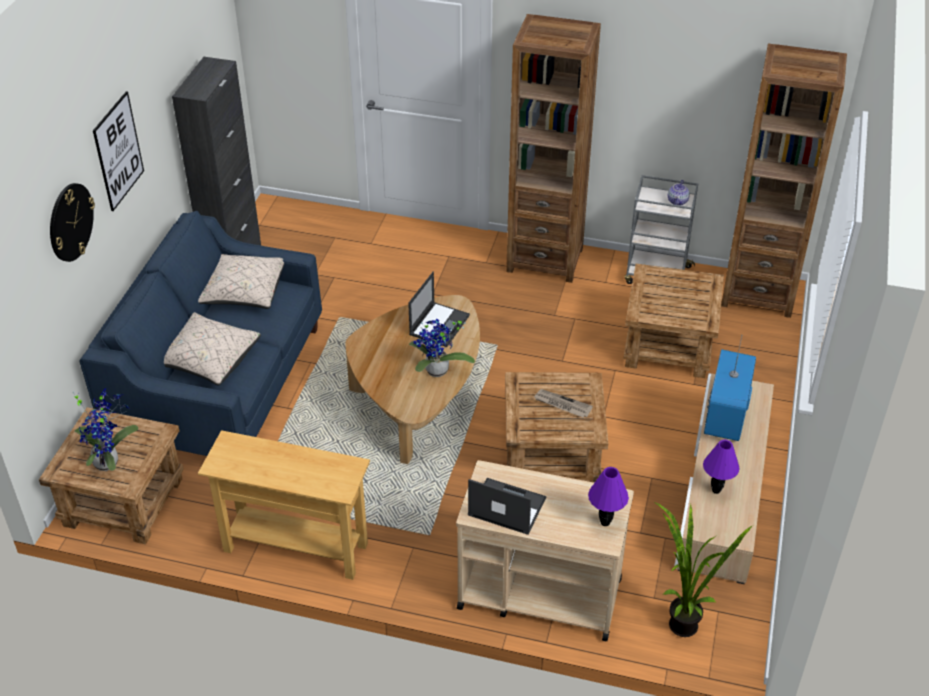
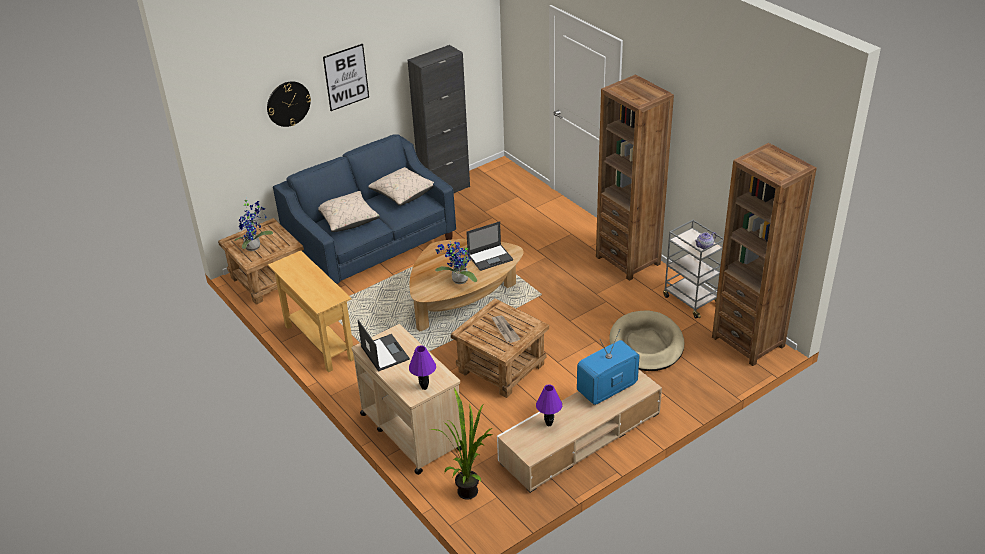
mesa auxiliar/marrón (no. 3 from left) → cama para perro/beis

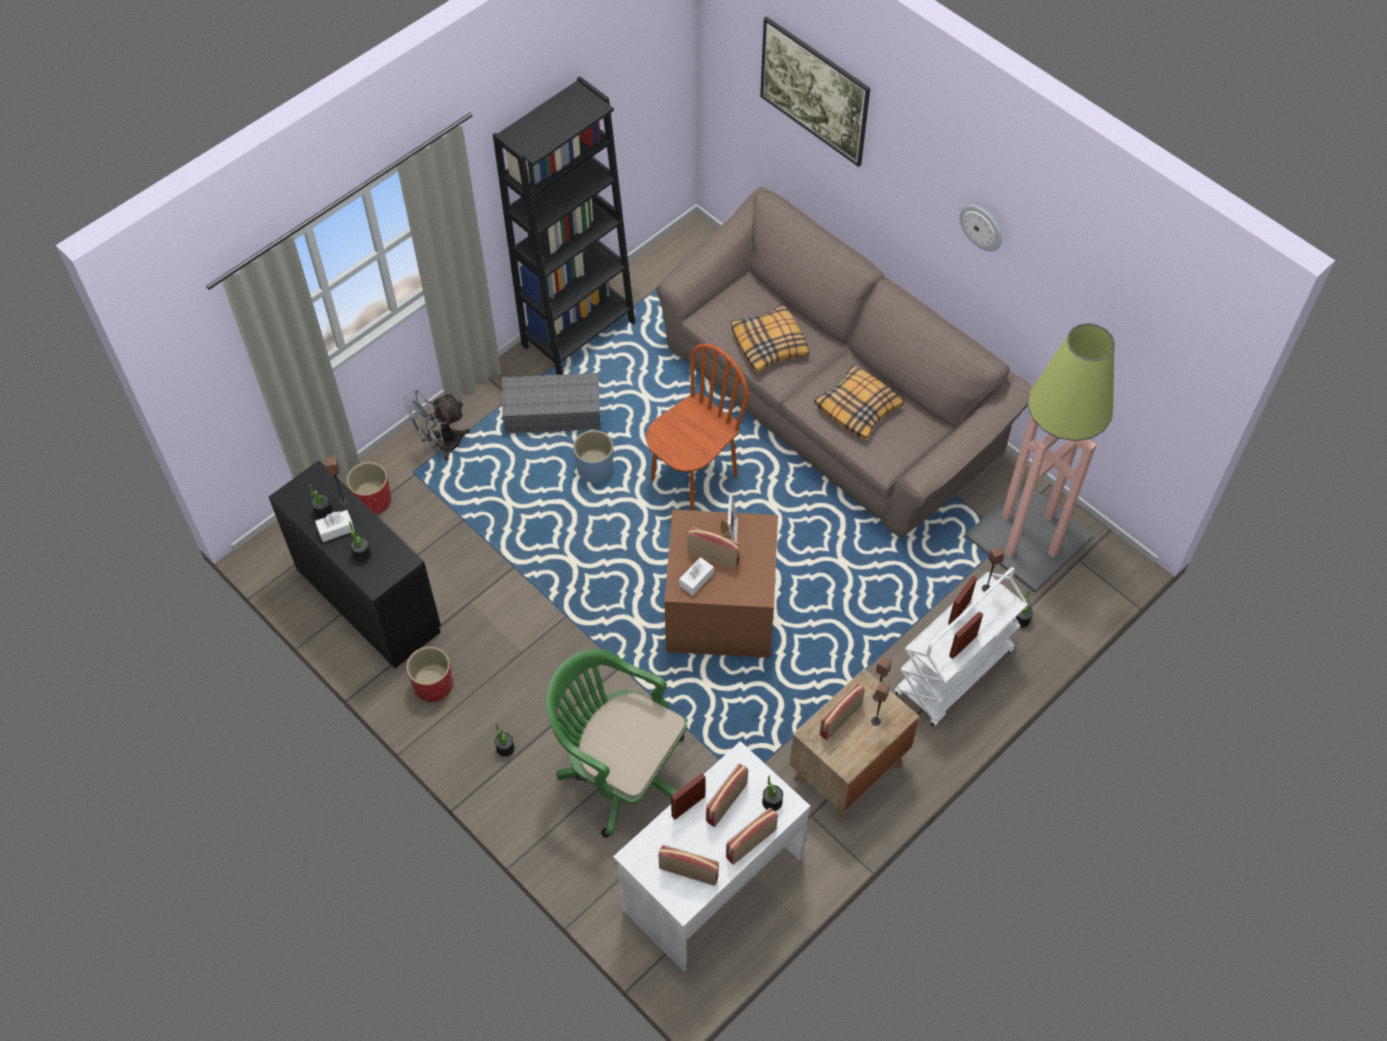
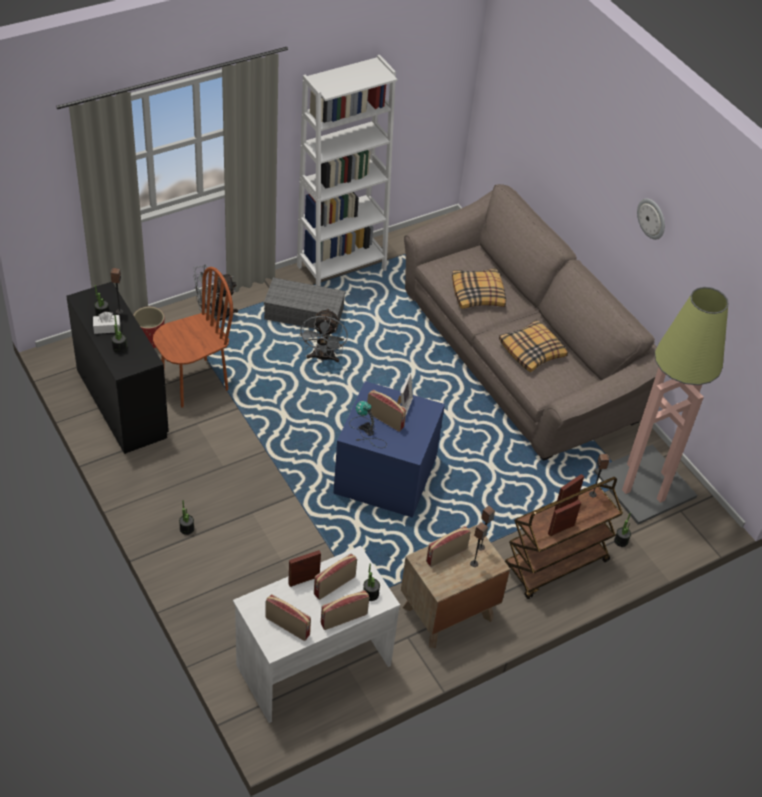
cuadro → -
estantería/negro → estantería/blanco
silla/marrón, shifted
maceta/azul → ventilador/gris (no. 2 from left)
caja de almacenaje/marrón → caja de almacenaje/azul
caja de pañuelos/blanco (no. 2 from left) → lámpara de mesa
carrito/blanco → carrito/marrón
maceta/rojo (no. 2 from left) → -
silla de oficina/verde → -

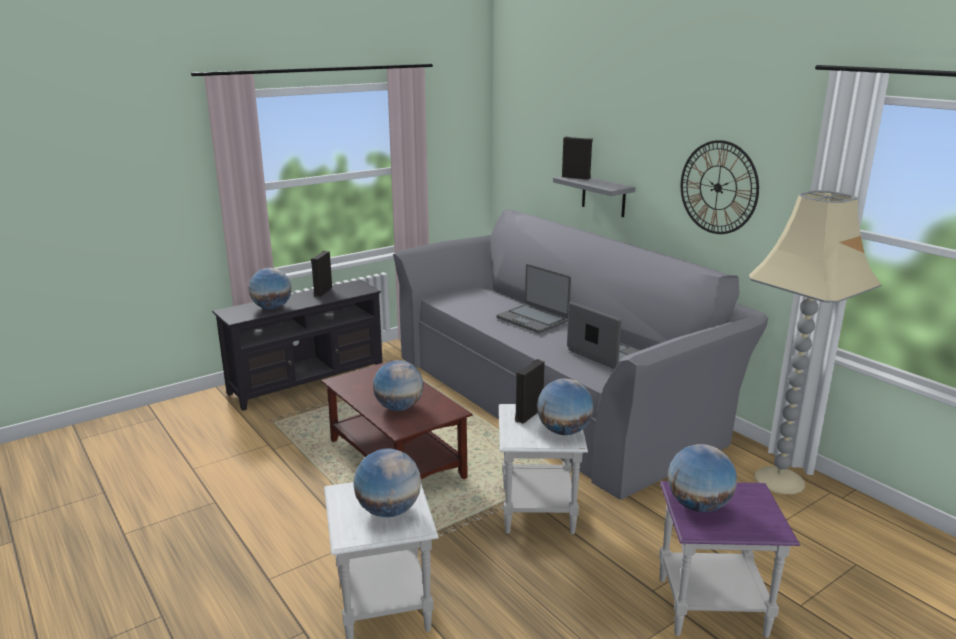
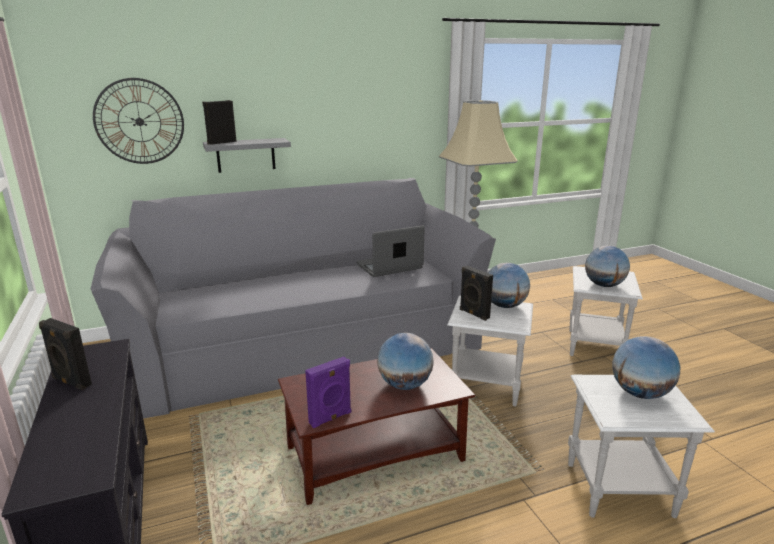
reloj de pared, shifted
portátil (no. 1 from left) → -
globo terráqueo (no. 1 from left) → -
mesa auxiliar/morado → mesa auxiliar/blanco (no. 2 from left)
- → altavoz/morado

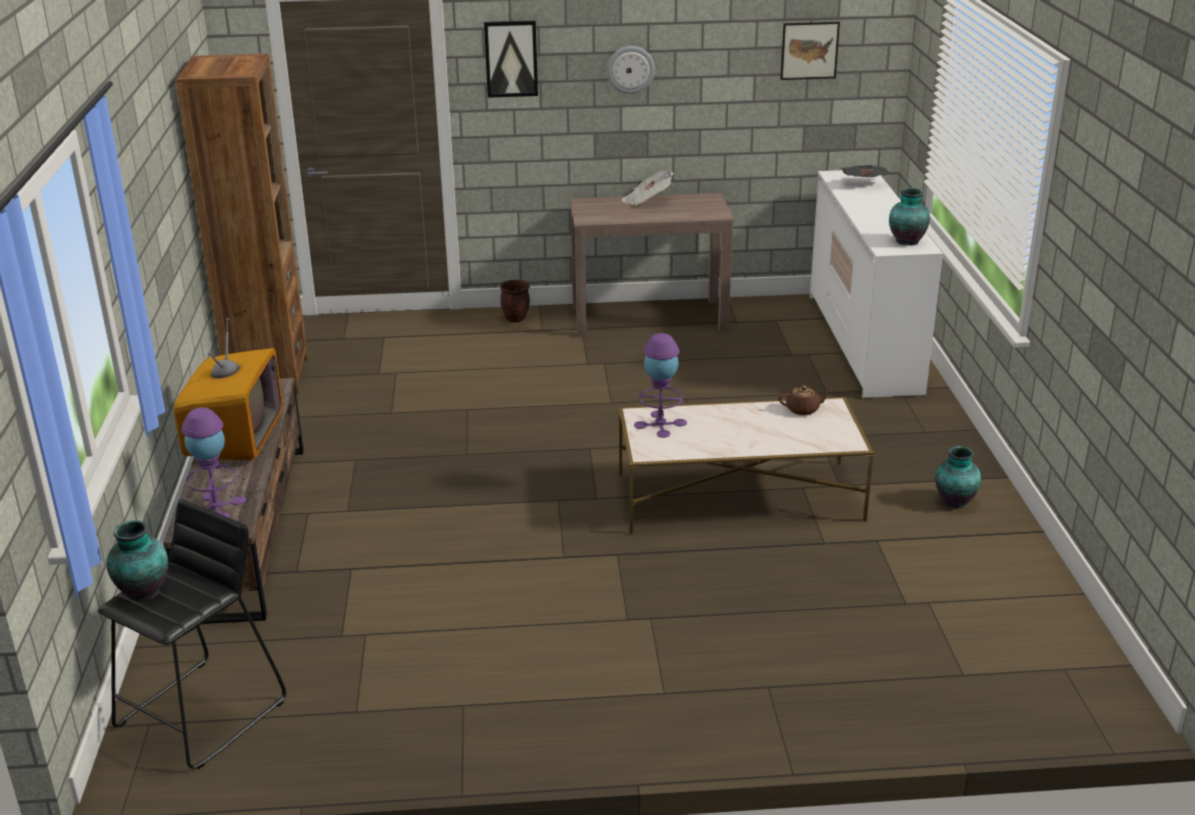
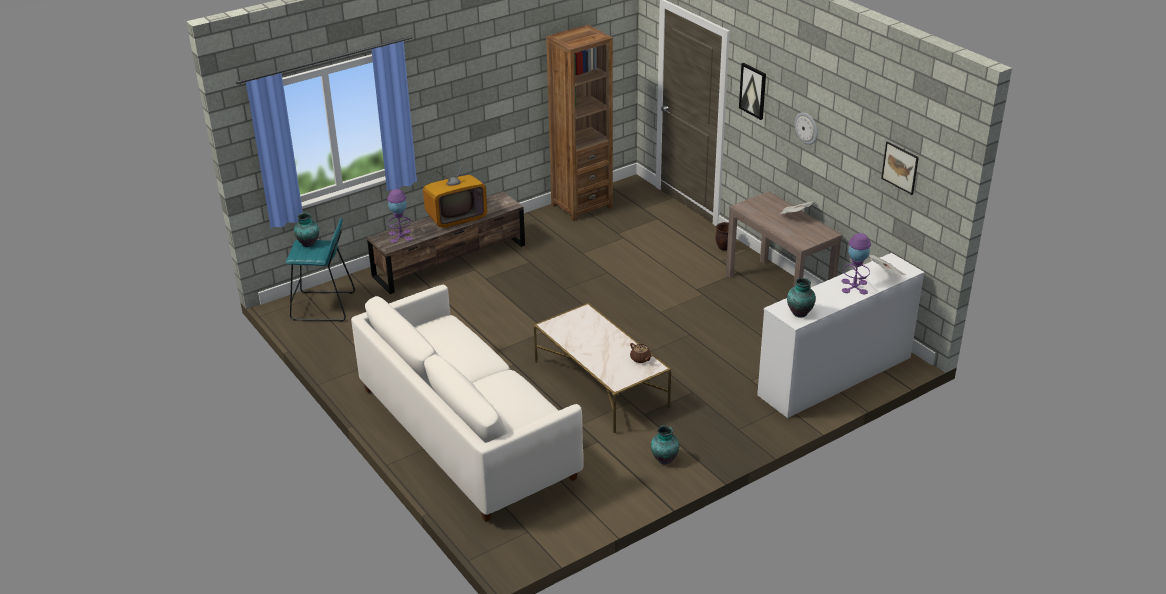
lámpara de mesa/morado (no. 2 from left), shifted
taburete/negro → taburete/turquesa
- → sofá/blanco

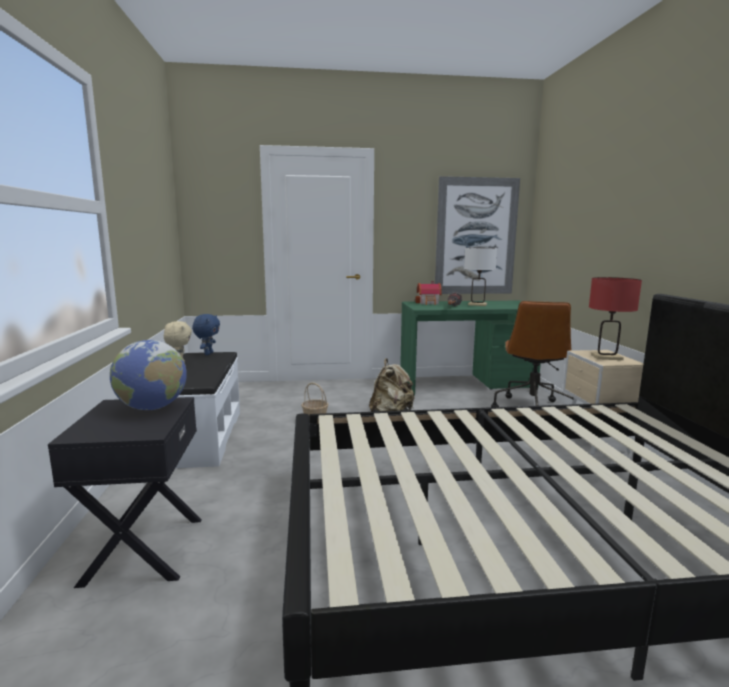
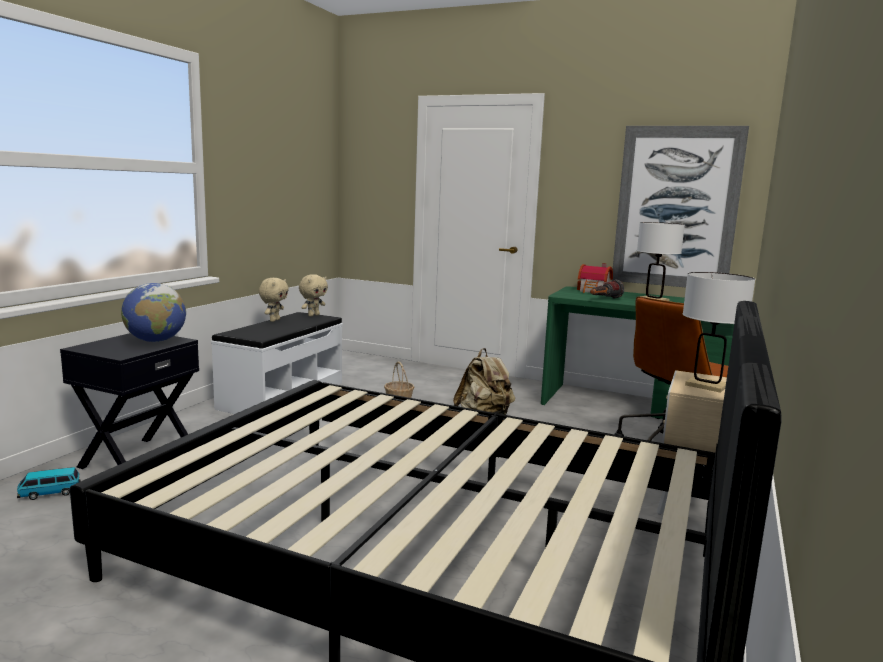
lámpara de mesa/rojo → lámpara de mesa/blanco (no. 2 from left)
peluche/azul → peluche/beis (no. 2 from left)
- → coche de juguete

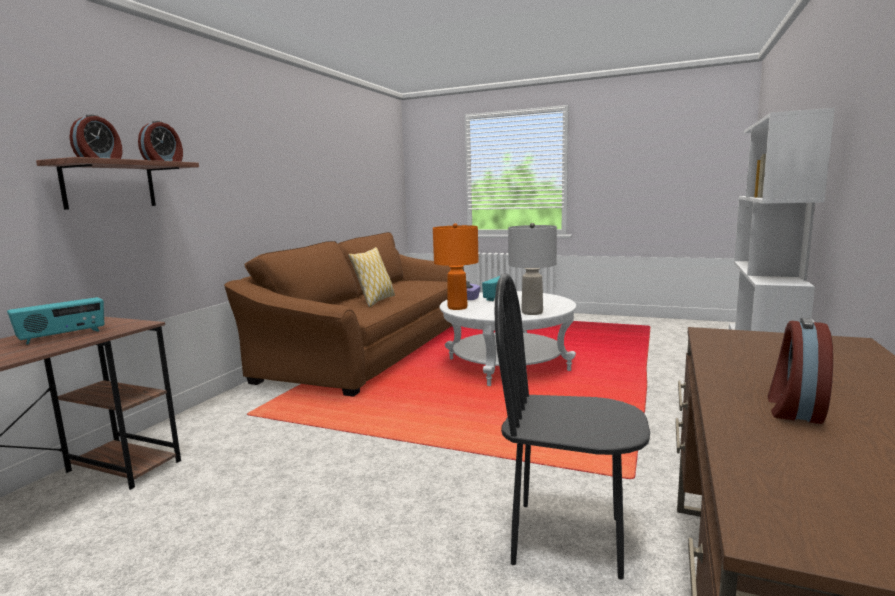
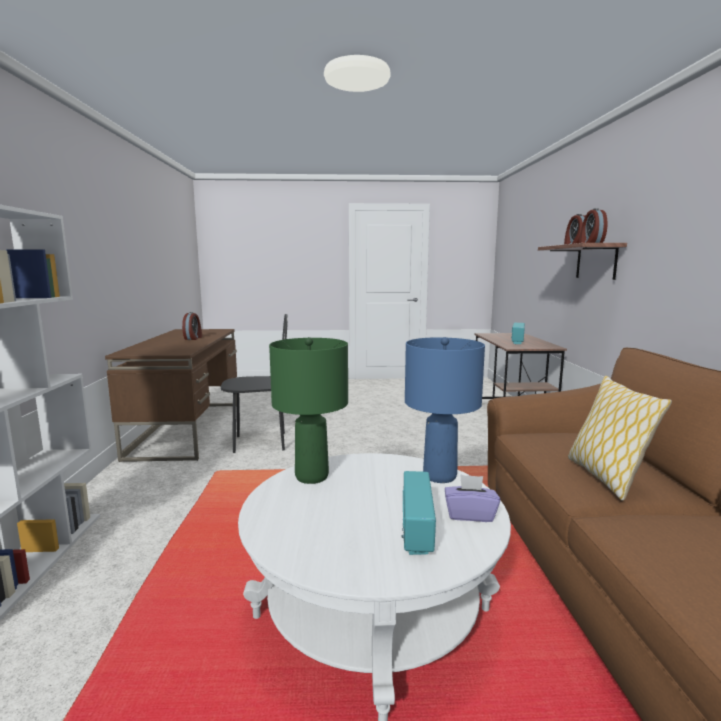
lámpara de mesa/naranja → lámpara de mesa/azul
lámpara de mesa/gris → lámpara de mesa/verde

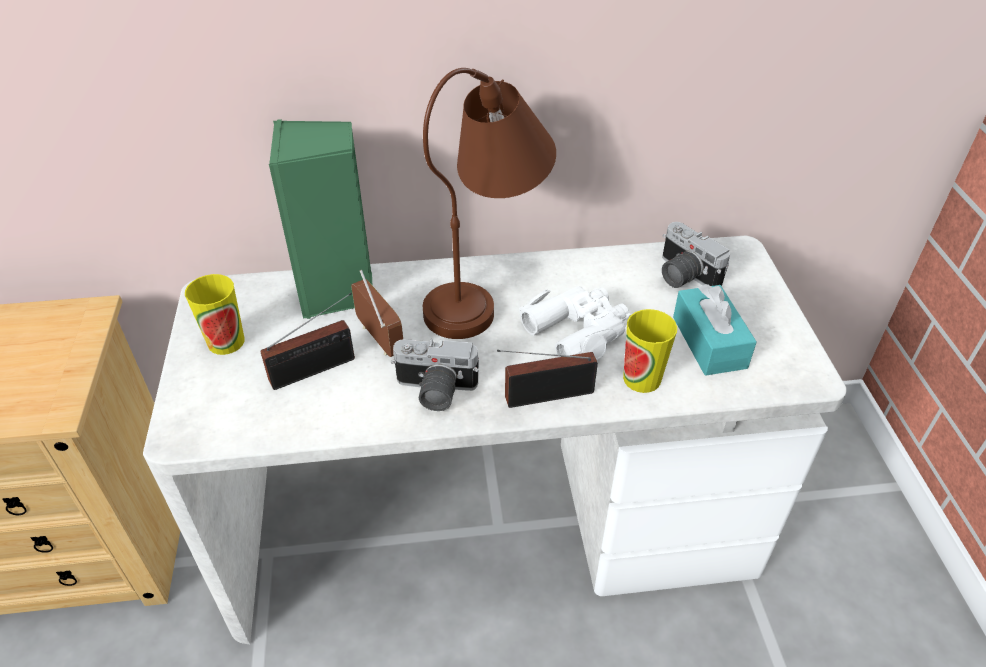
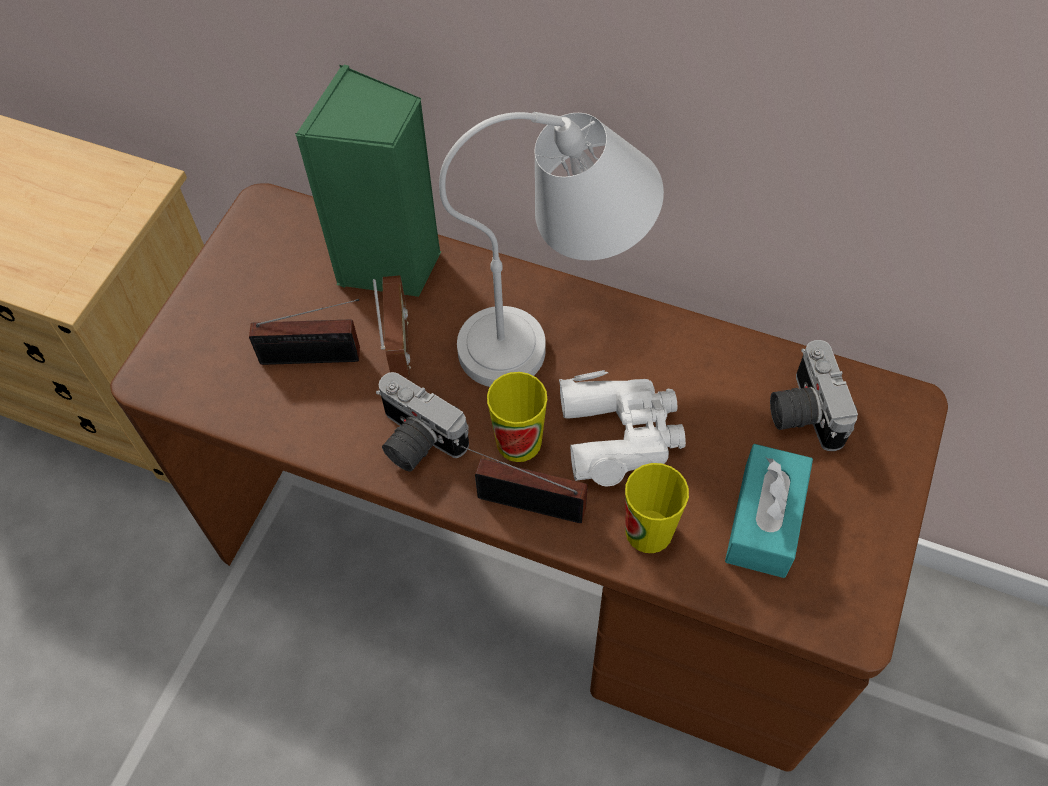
lámpara de mesa/marrón → lámpara de mesa/blanco
escritorio/blanco → escritorio/marrón
taza (no. 1 from left), shifted

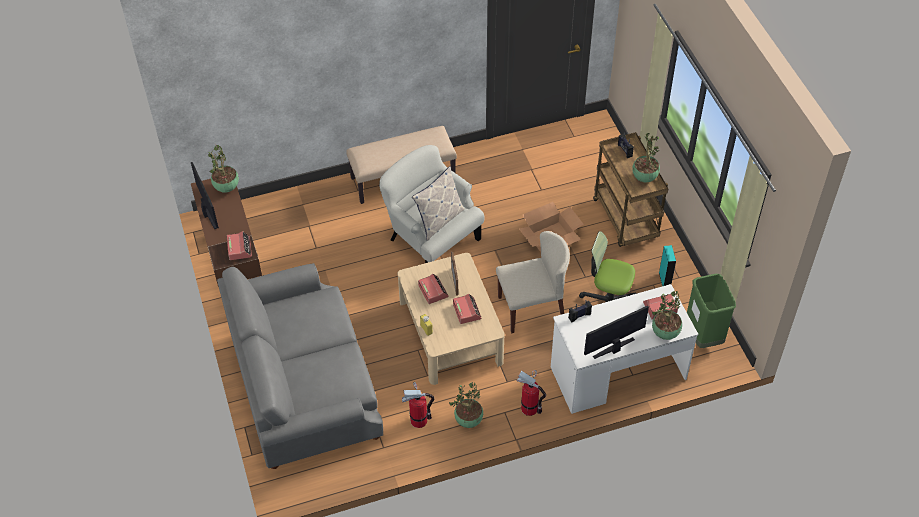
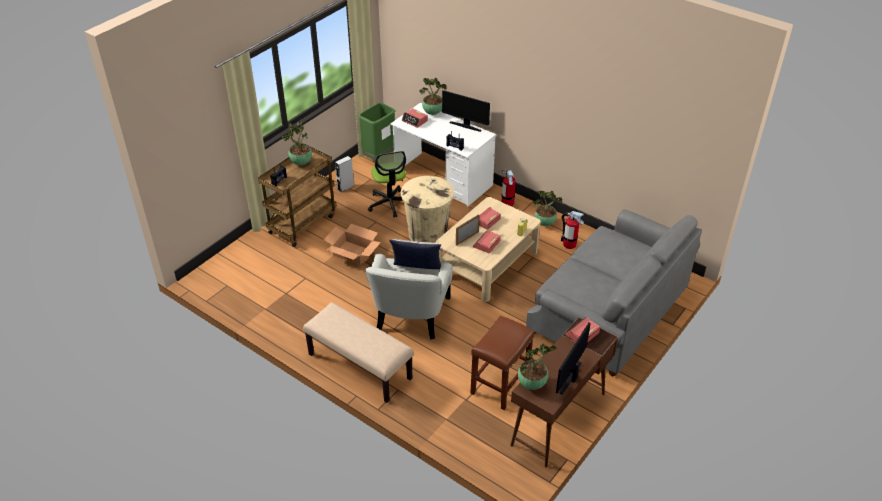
silla/beis → papelera/beis
altavoz/turquesa → altavoz/gris
- → taburete/marrón

